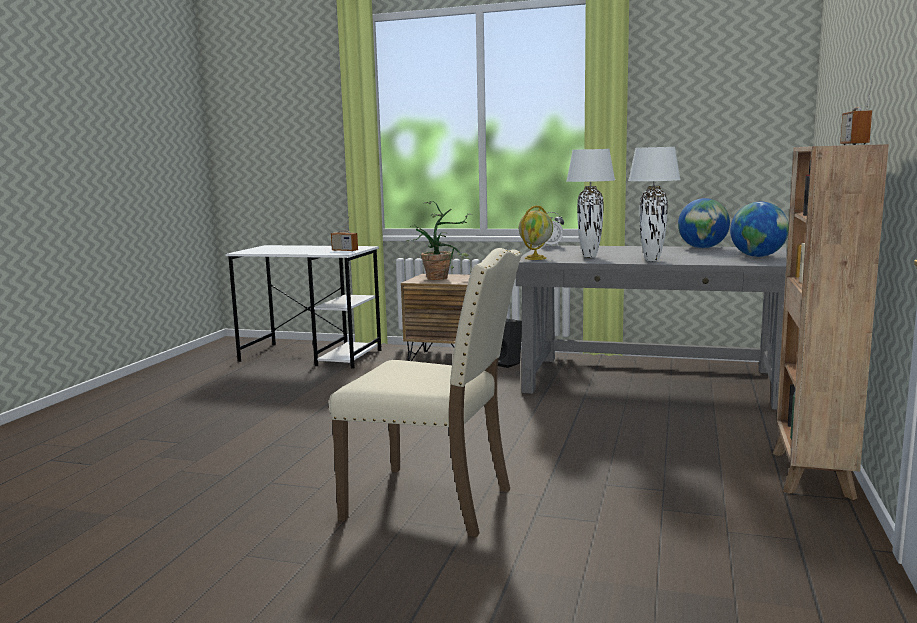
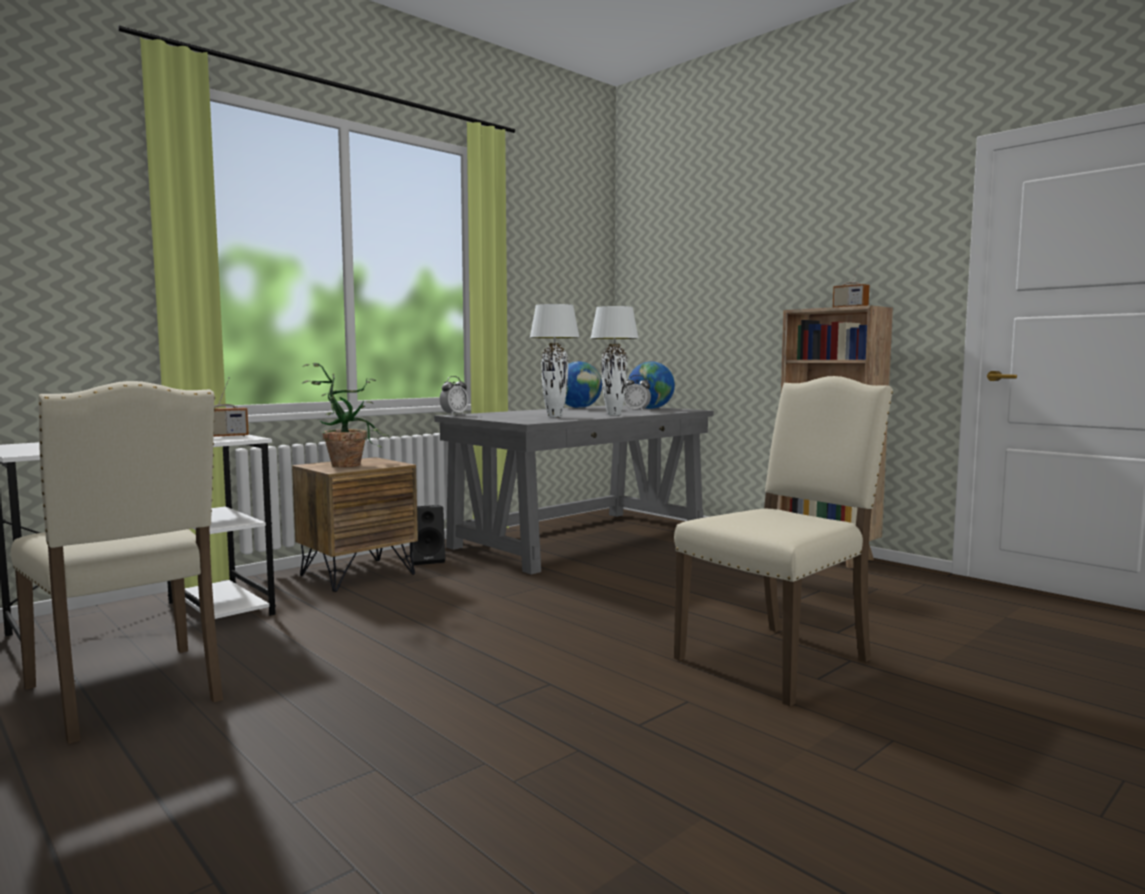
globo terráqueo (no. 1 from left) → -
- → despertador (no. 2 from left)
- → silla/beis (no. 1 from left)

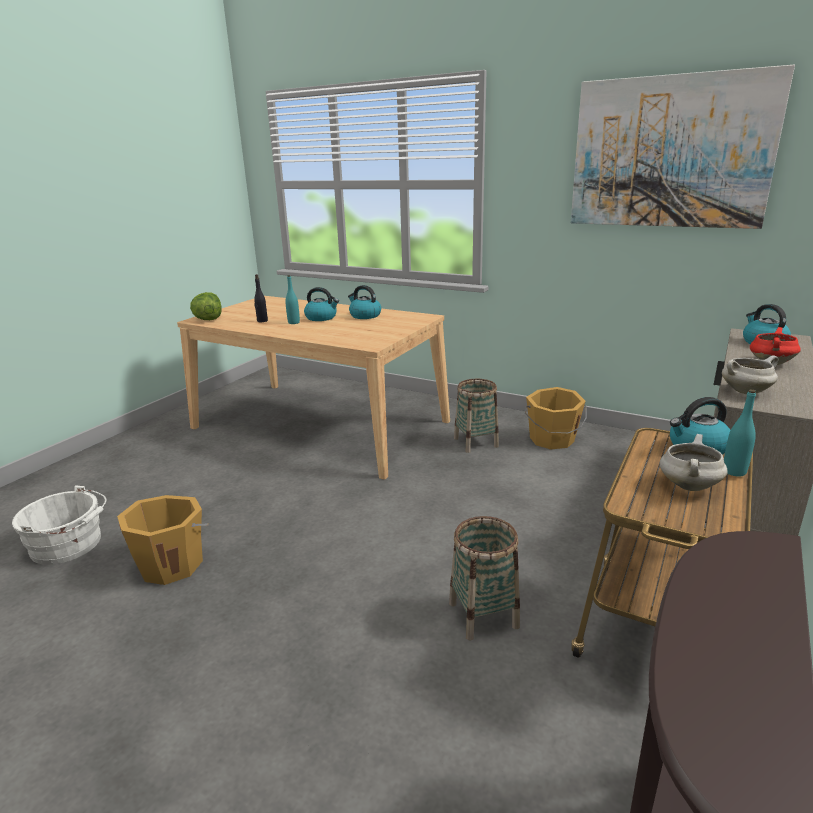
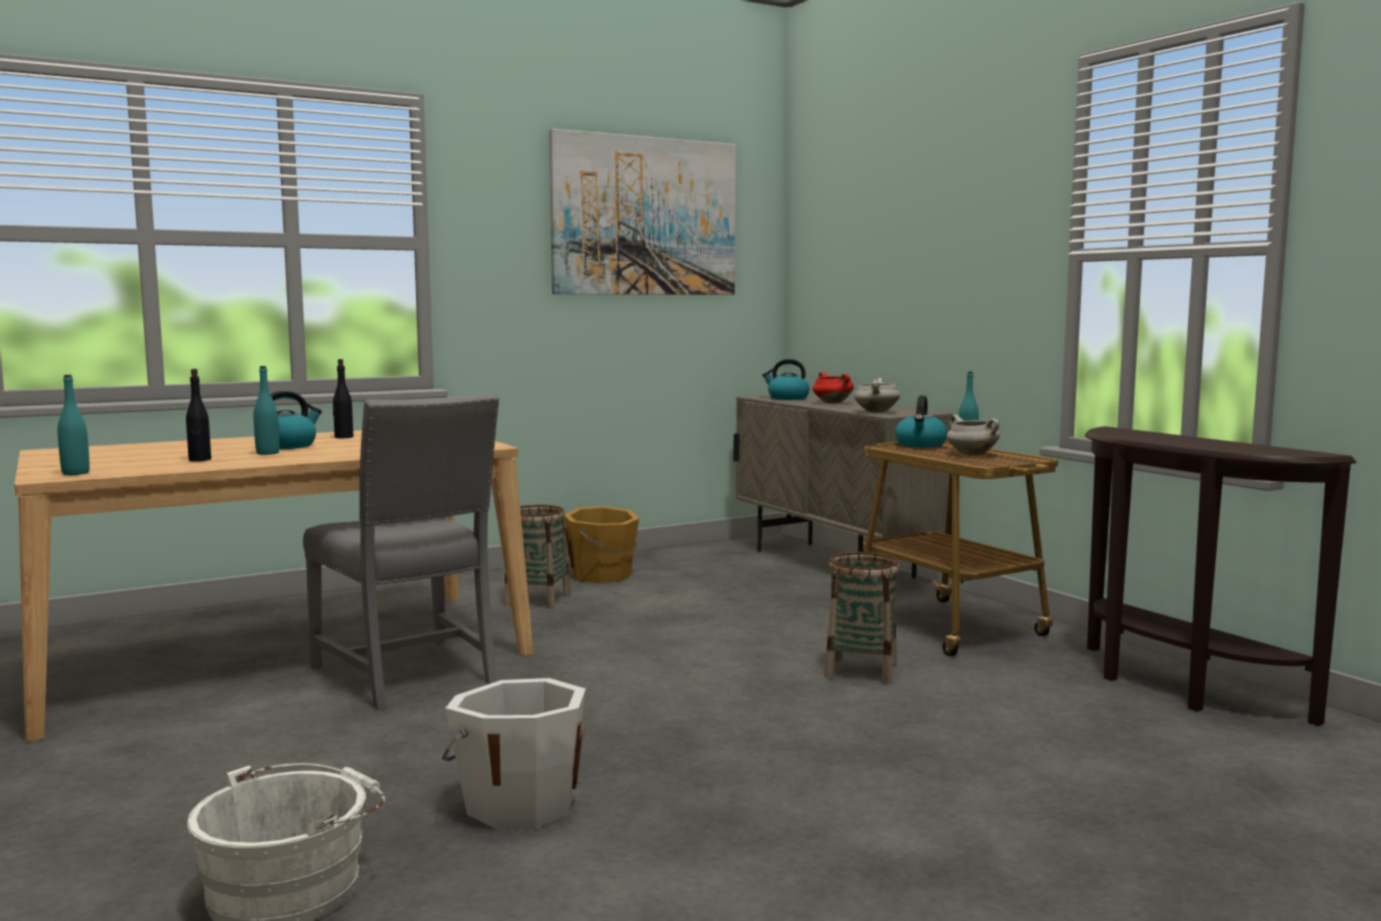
hervidor (no. 2 from left) → botella/negro (no. 2 from left)
lechuga → botella/turquesa (no. 1 from left)
cubo/naranja (no. 1 from left) → cubo/blanco (no. 2 from left)
- → silla/gris

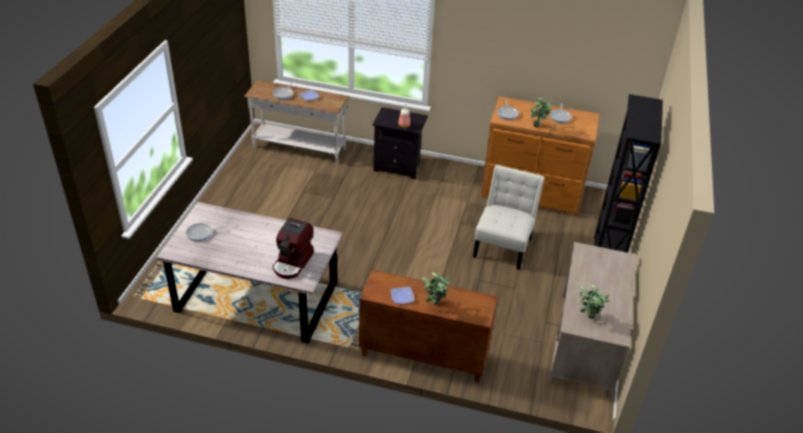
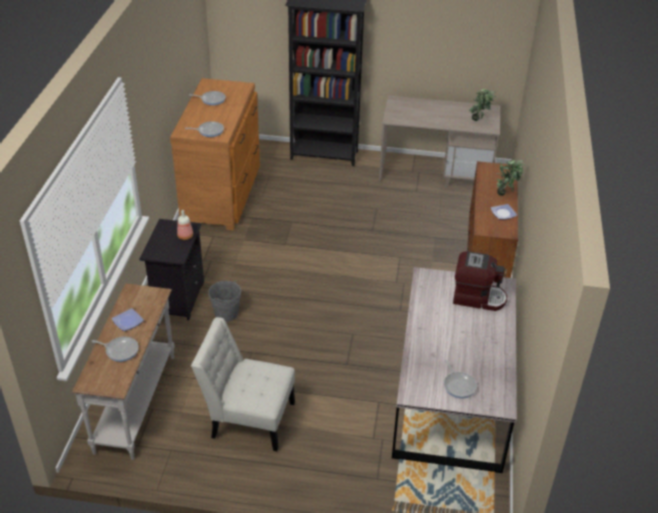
planta en maceta (no. 2 from left) → -
silla/blanco, shifted
- → cubo/gris

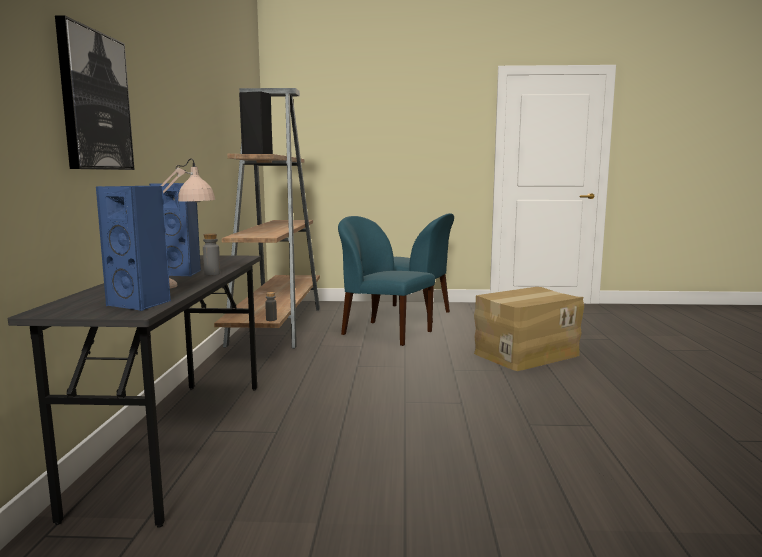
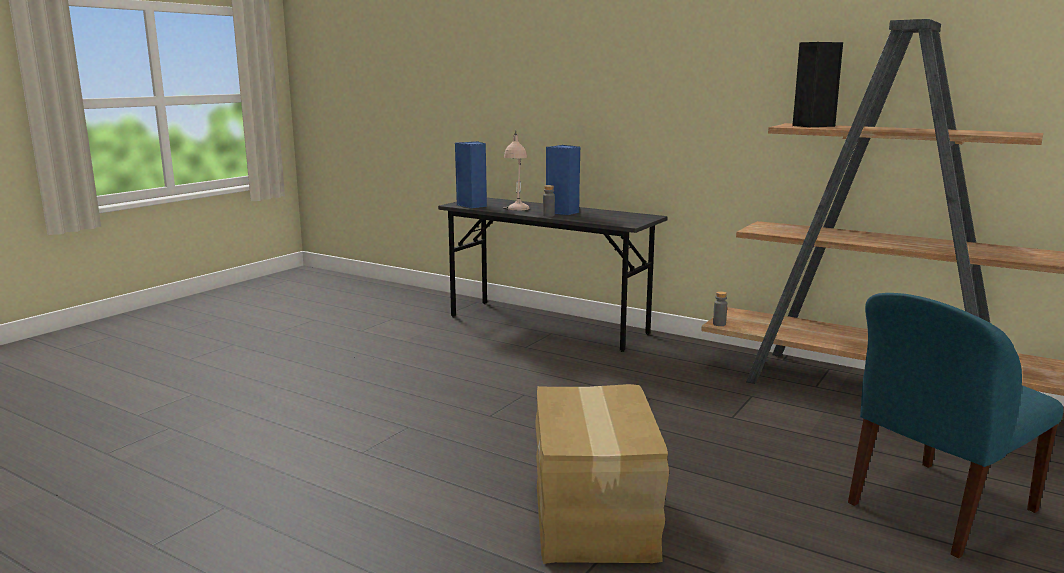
cuadro → -
silla/azul (no. 1 from left) → -

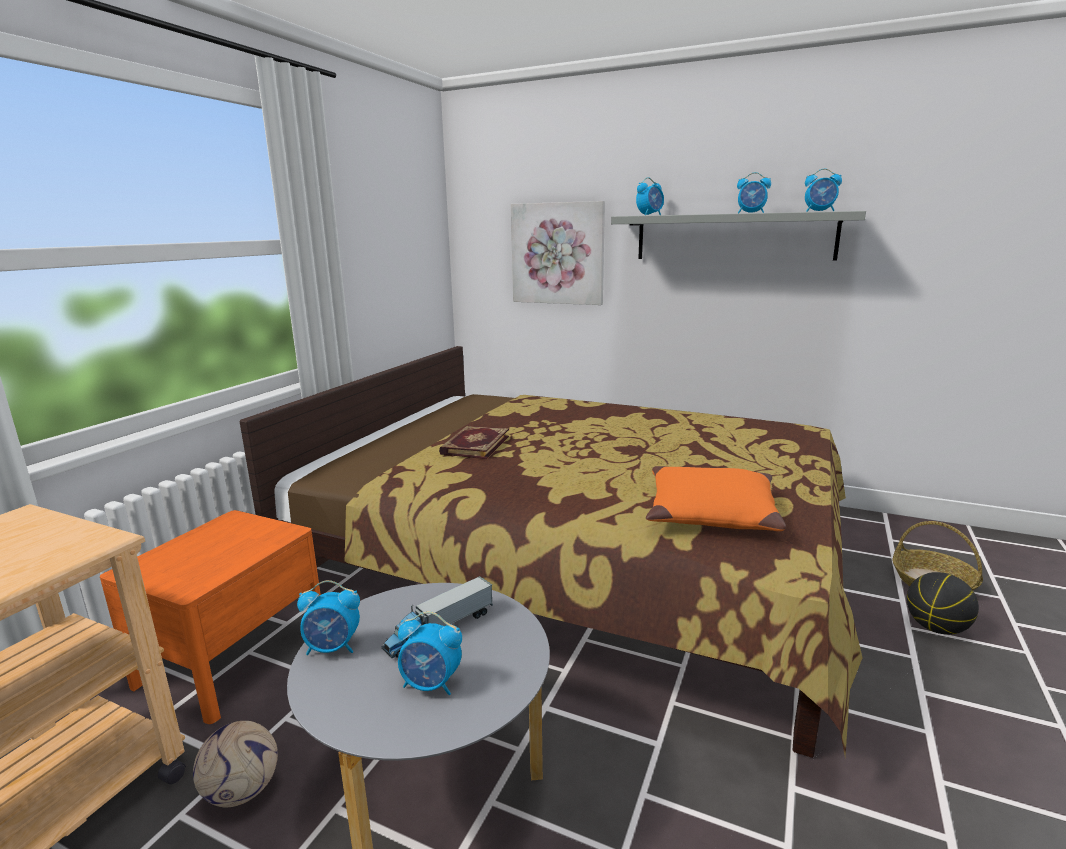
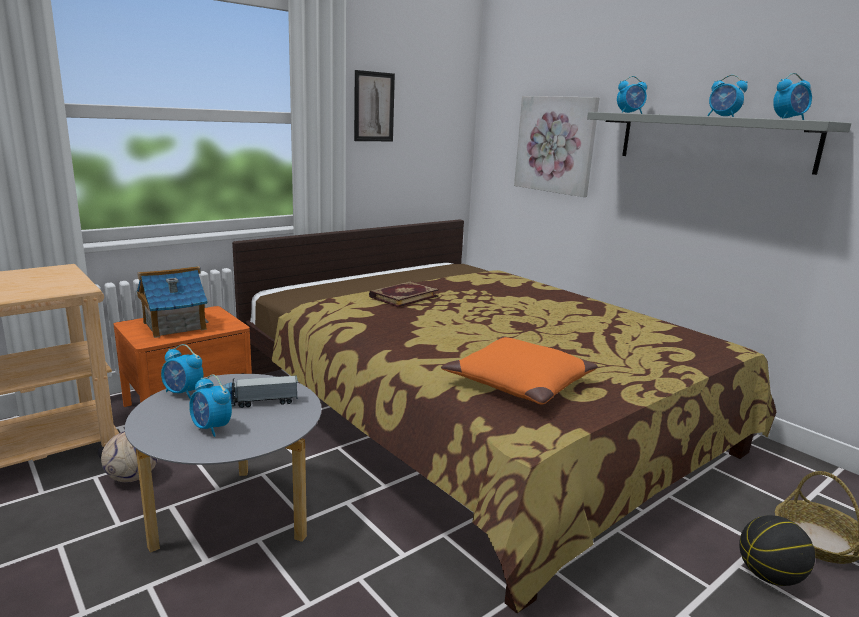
despertador (no. 5 from left), 60 degrees counterclockwise
- → cuadro (no. 1 from left)
- → casita

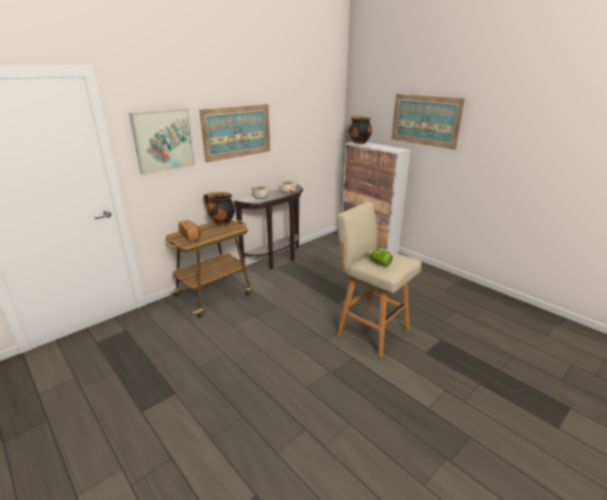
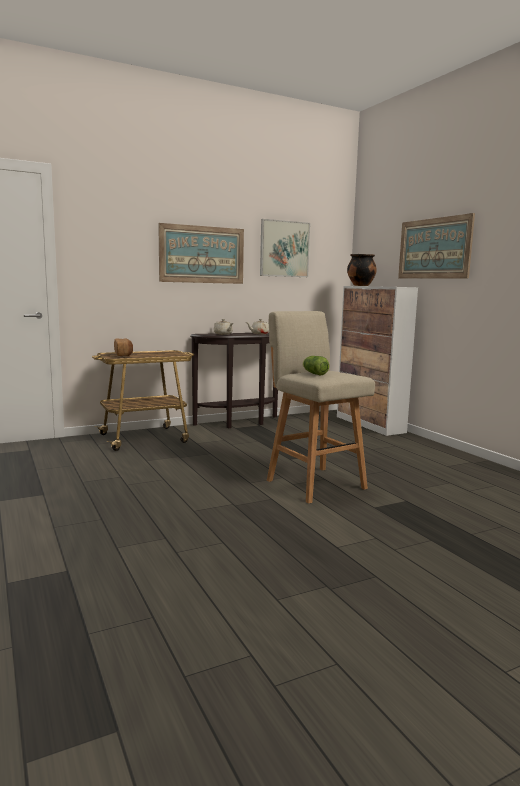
cuadro (no. 1 from left in the first image) → cuadro (no. 2 from left), shifted
olla (no. 1 from left) → -

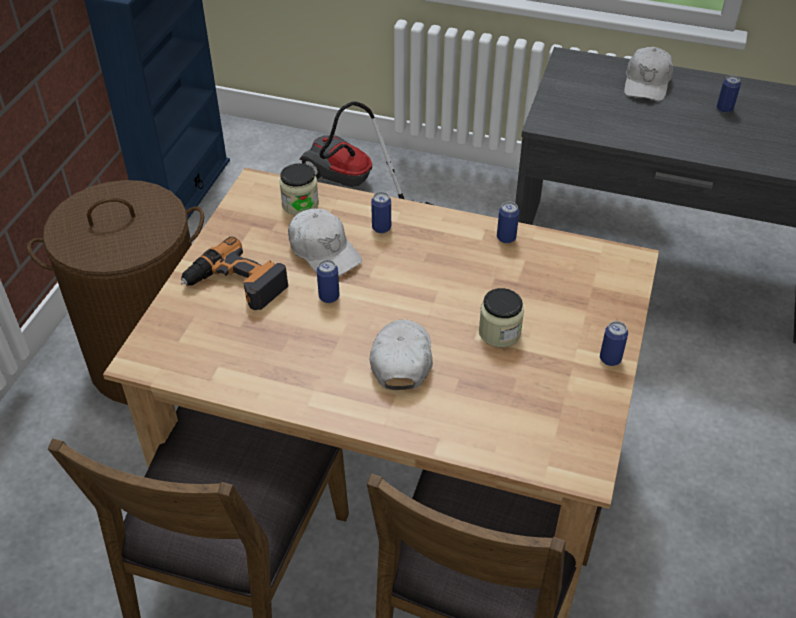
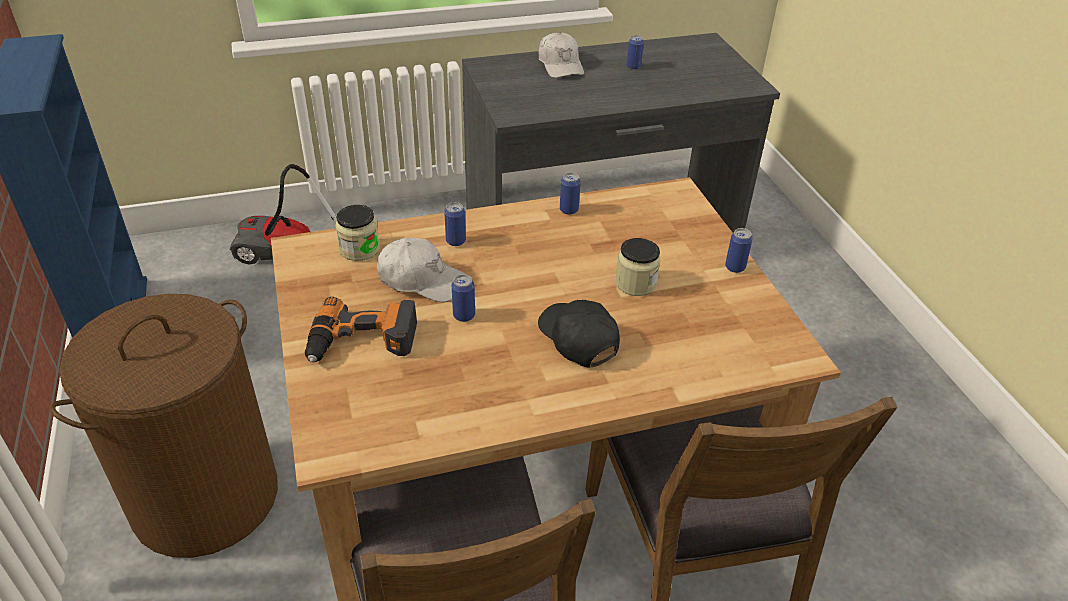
gorra/blanco (no. 2 from left) → gorra/negro

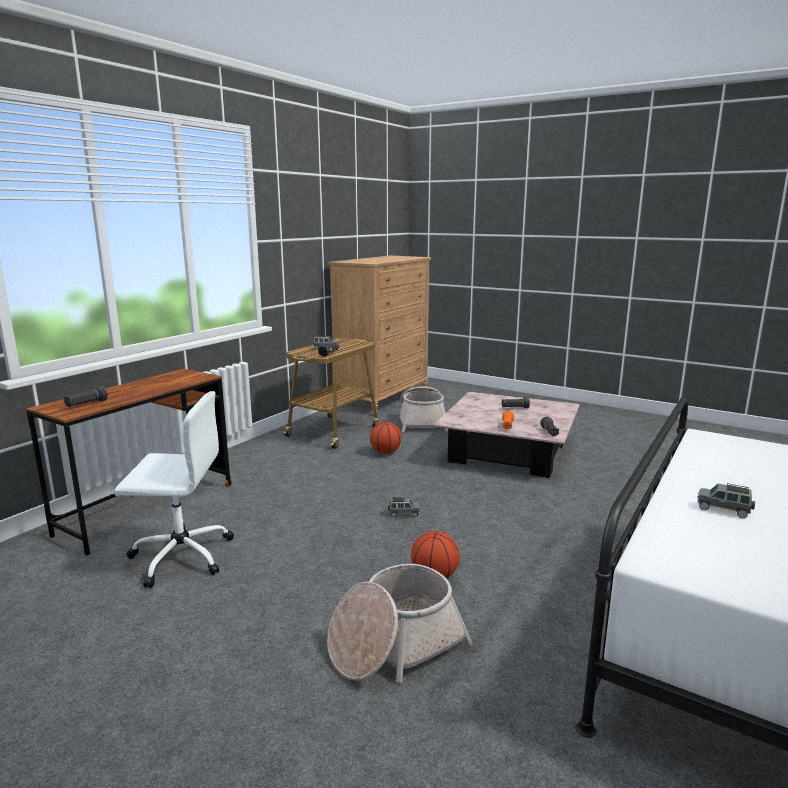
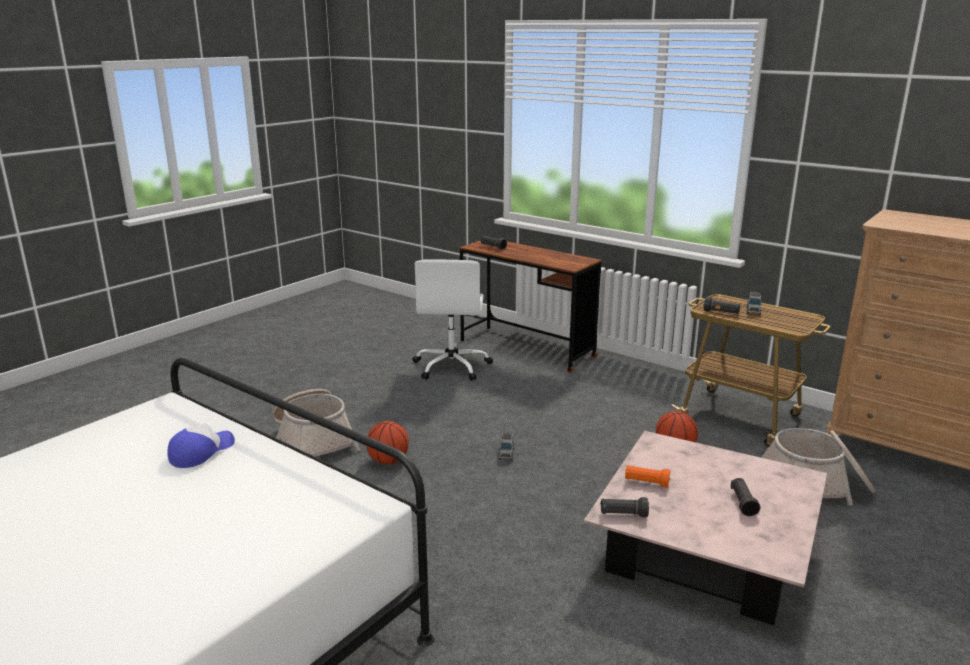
coche de juguete/gris (no. 3 from left) → gorra

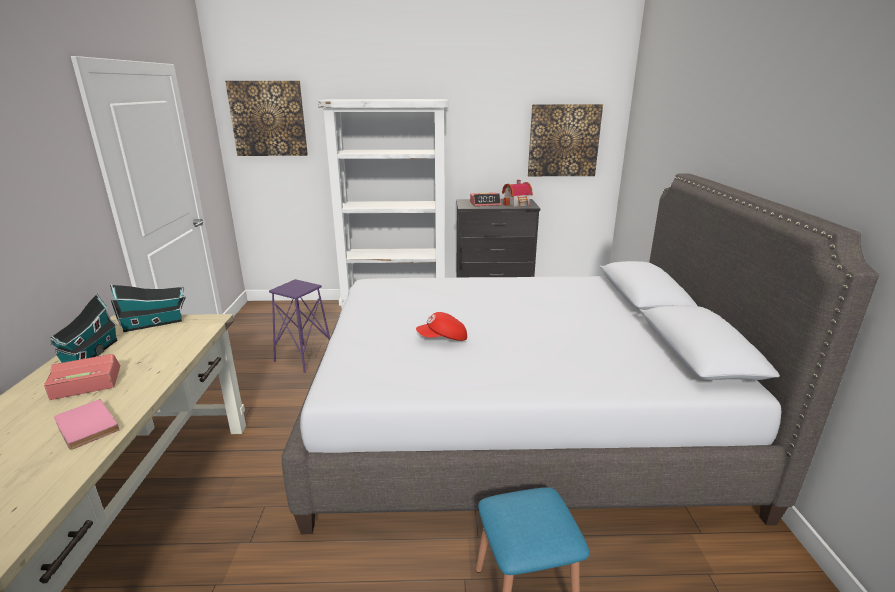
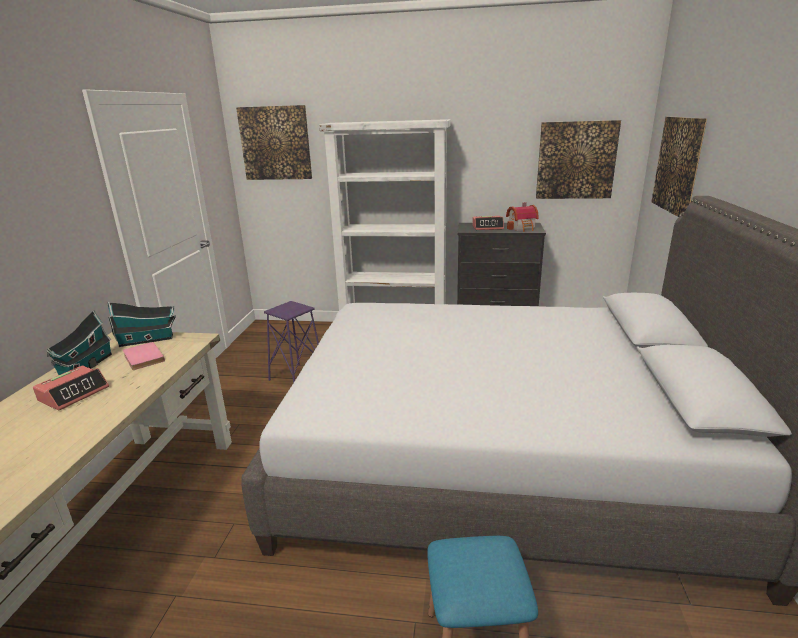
gorra/rojo → -
despertador (no. 1 from left), 135 degrees clockwise
libro/rosa, shifted
- → cuadro (no. 3 from left)

